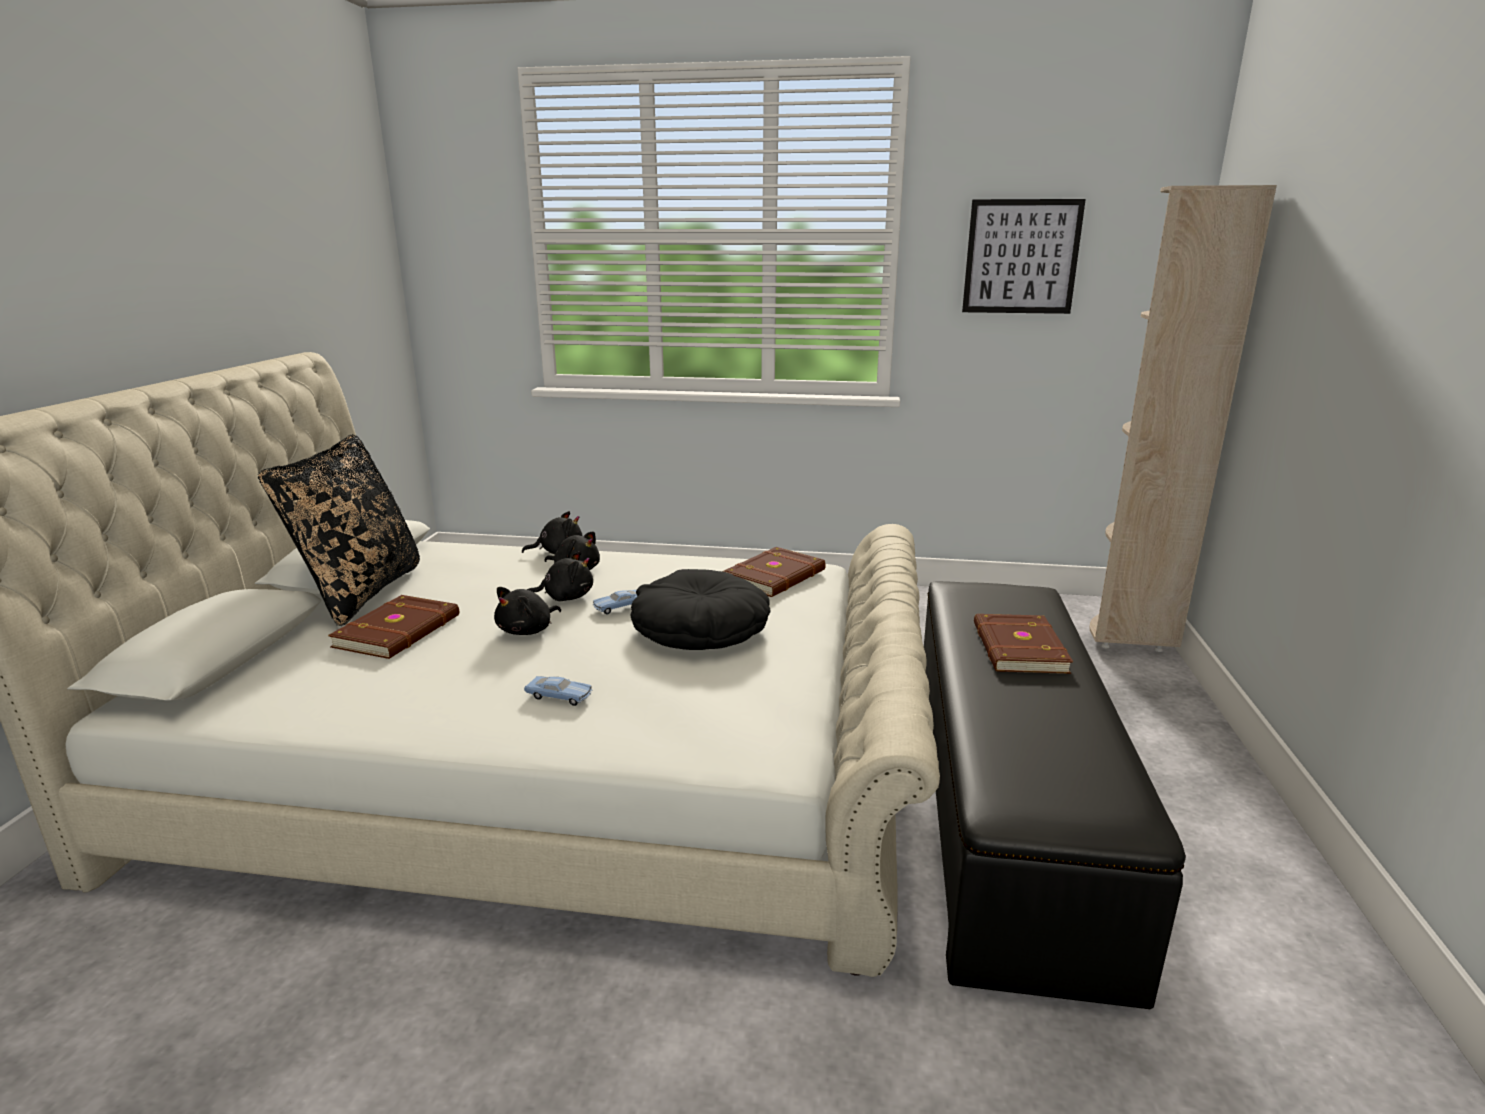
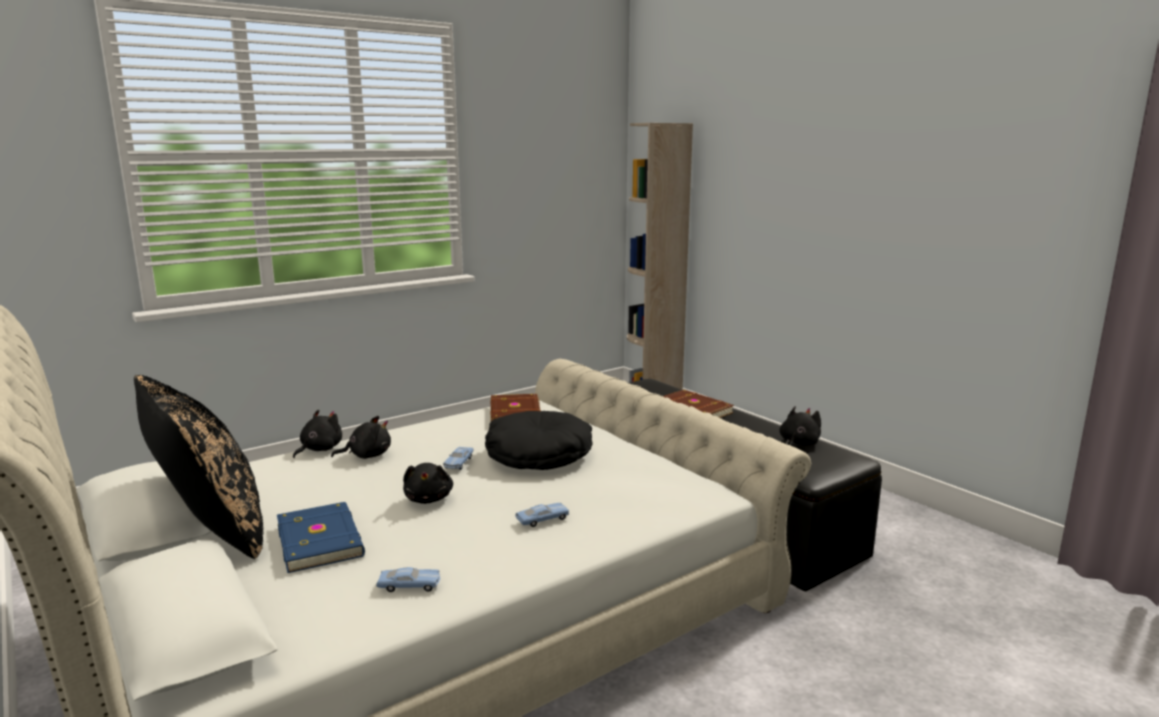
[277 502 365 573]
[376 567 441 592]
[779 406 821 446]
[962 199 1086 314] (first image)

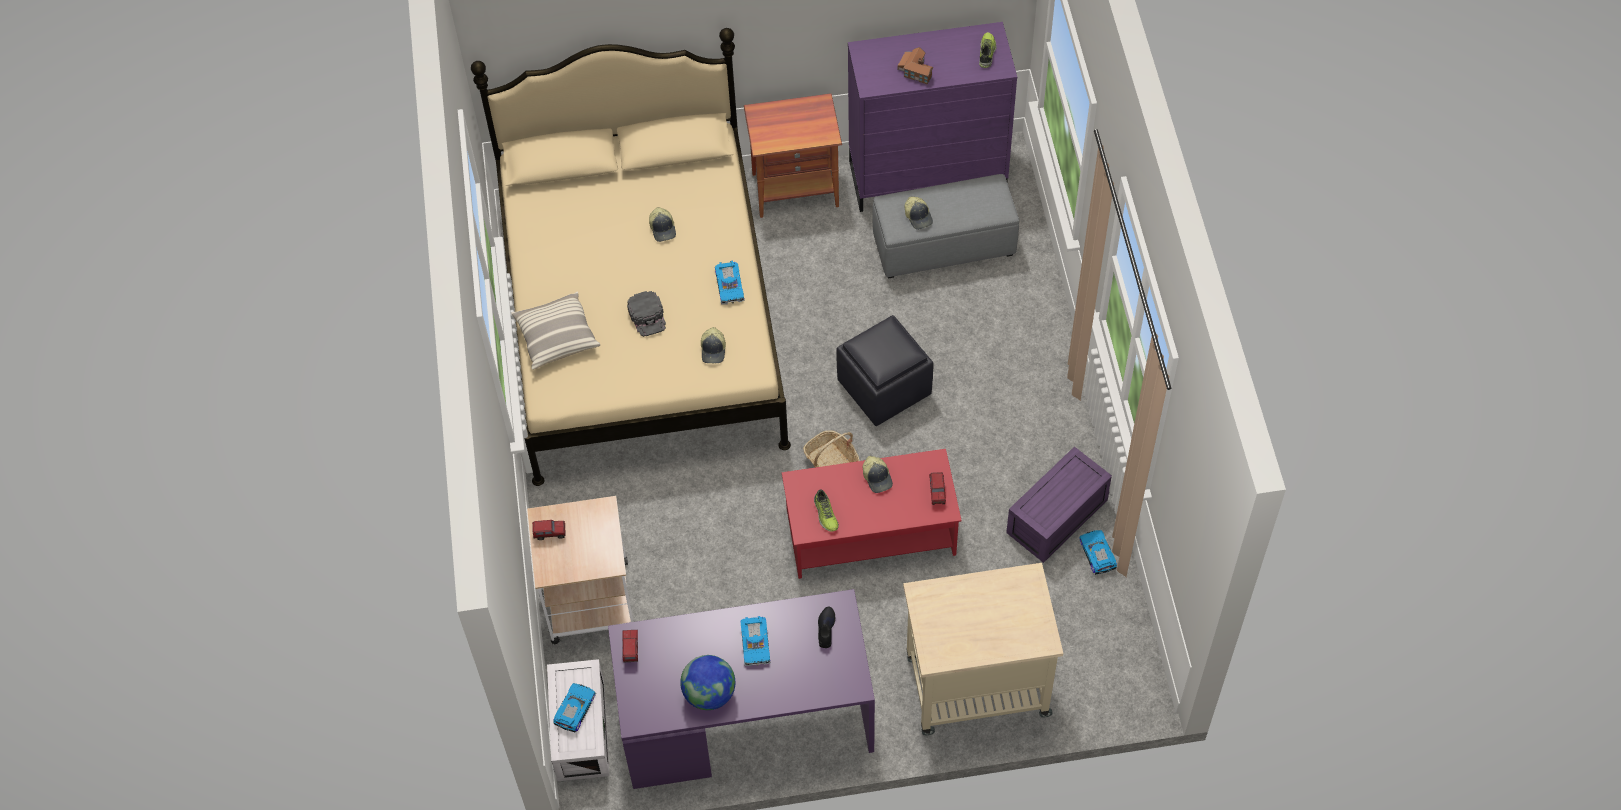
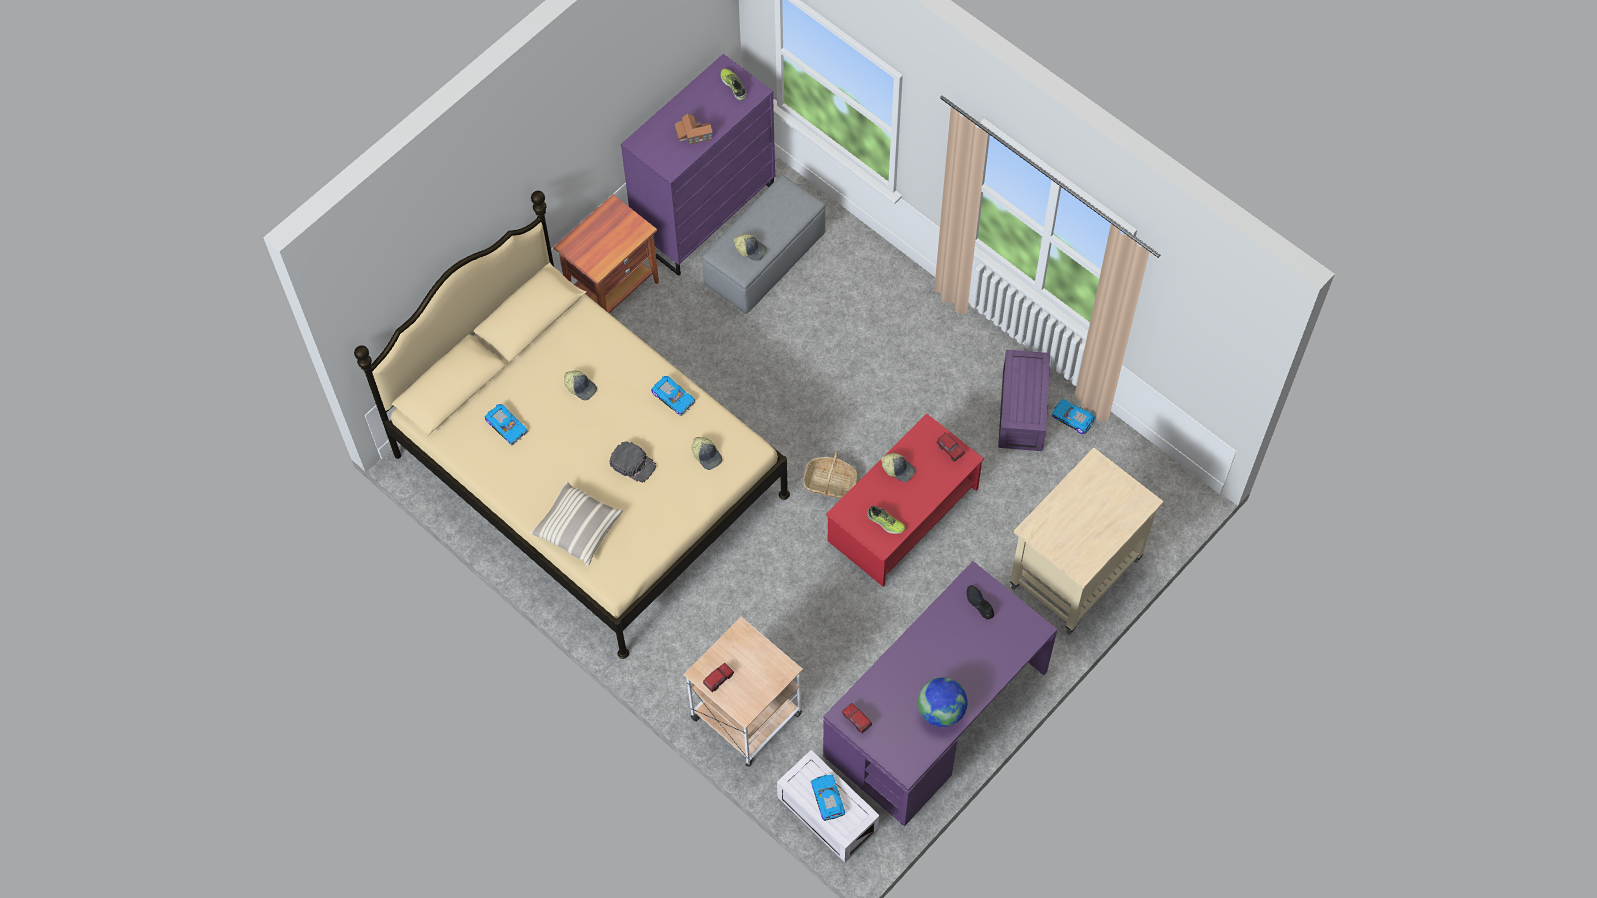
[485 404 528 446]
[836 315 933 426] (first image)

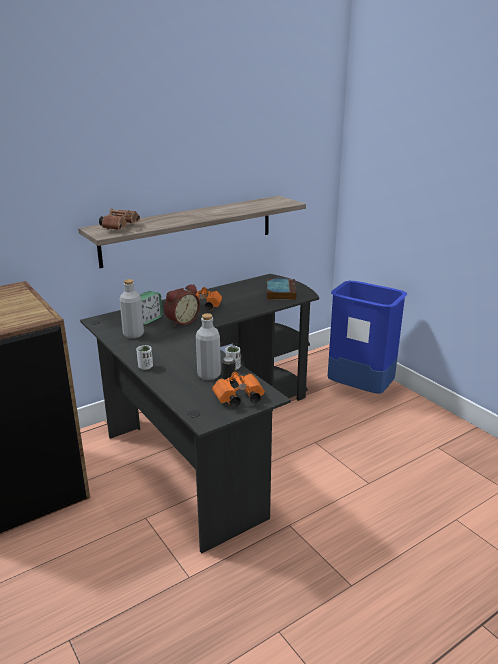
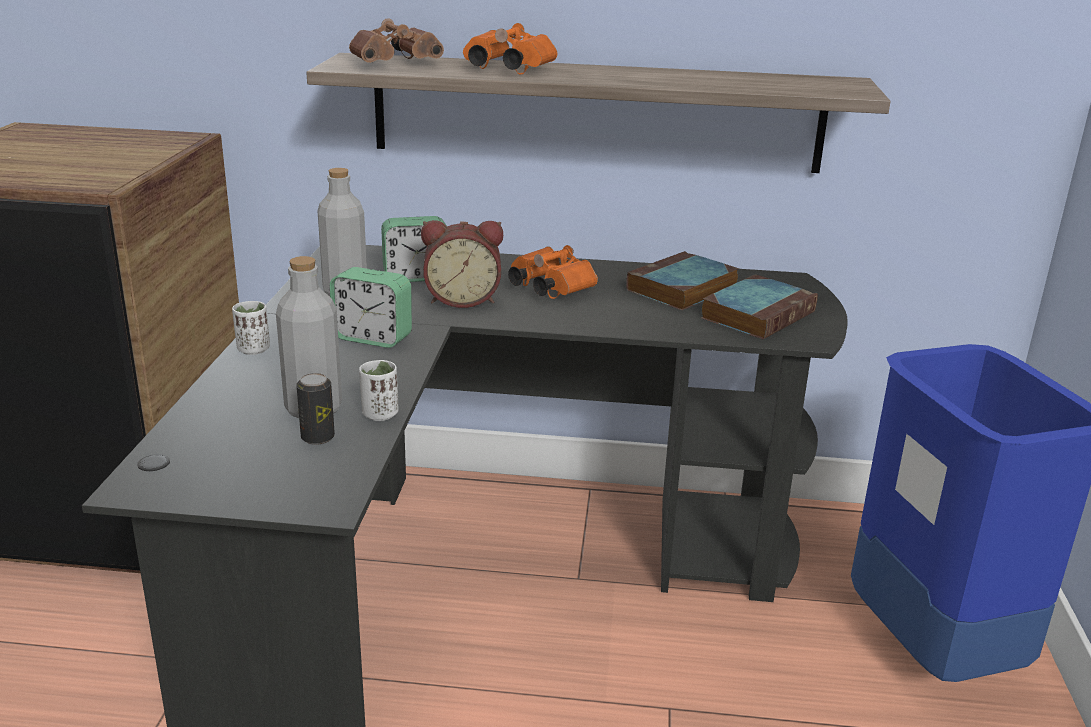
[330 267 412 348]
[463 23 557 74]
[626 251 739 310]

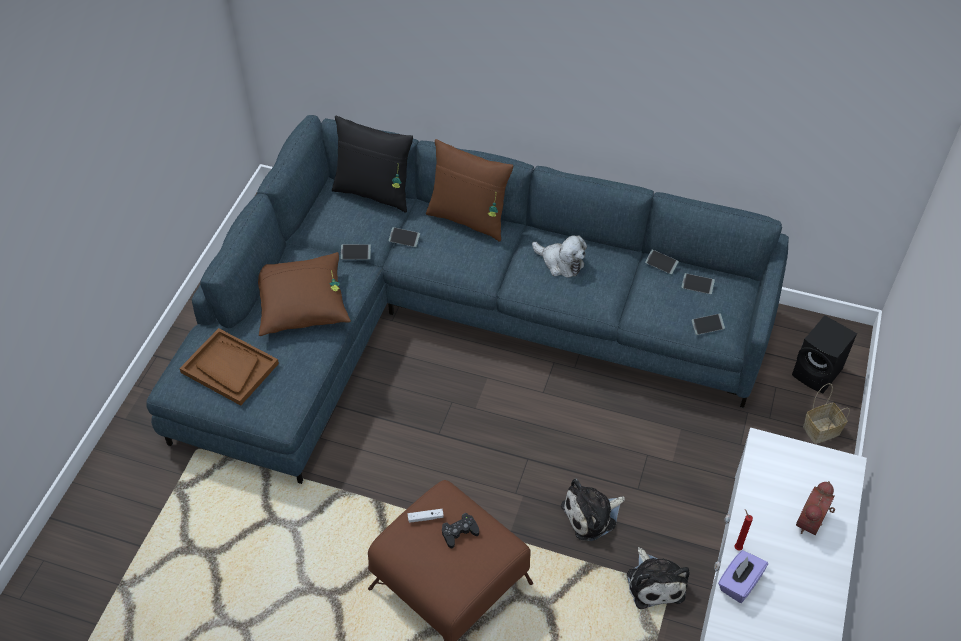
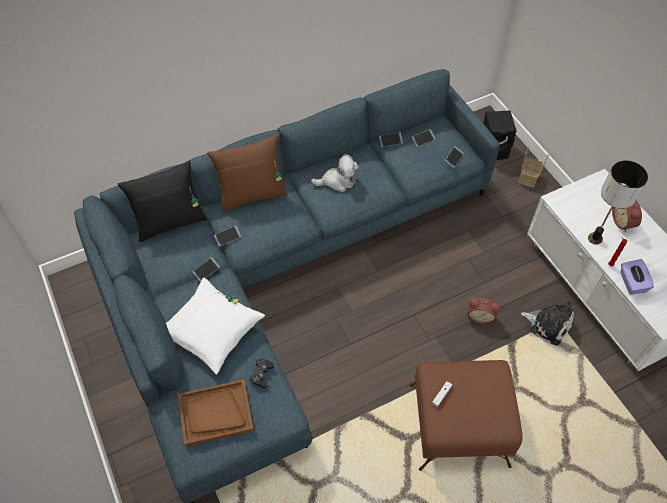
[166 278 265 375]
[249 359 274 388]
[467 298 500 325]
[588 161 648 244]

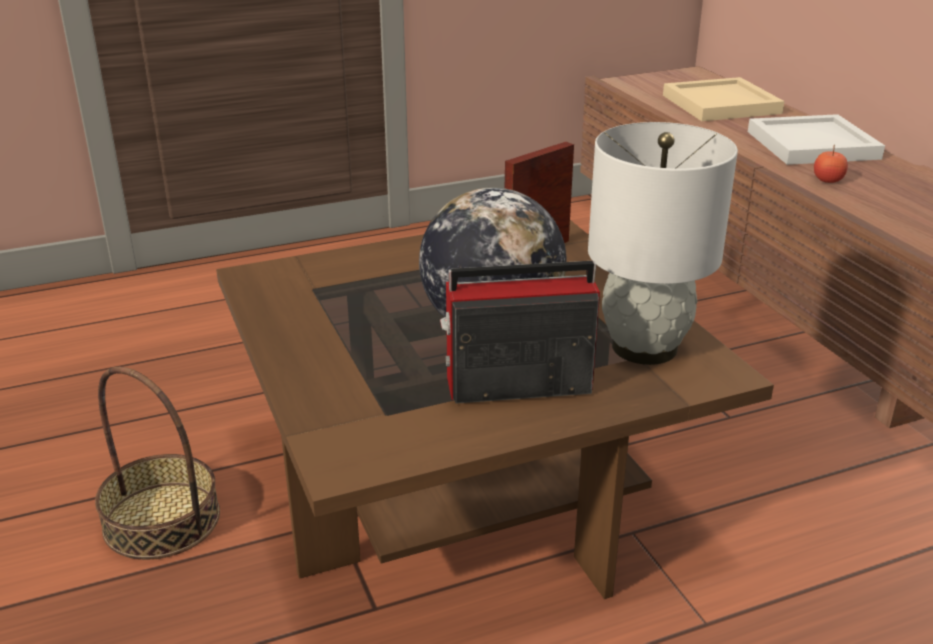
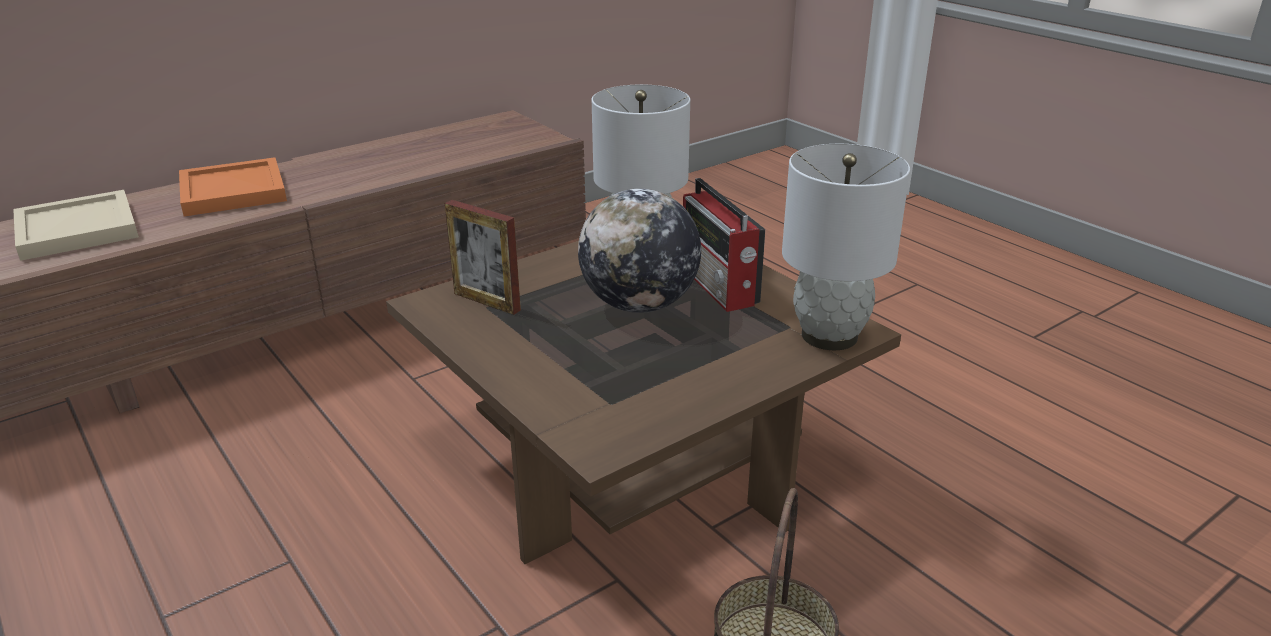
[179 157 287 216]
[782 144 910 350]
[814 145 848 183] (first image)

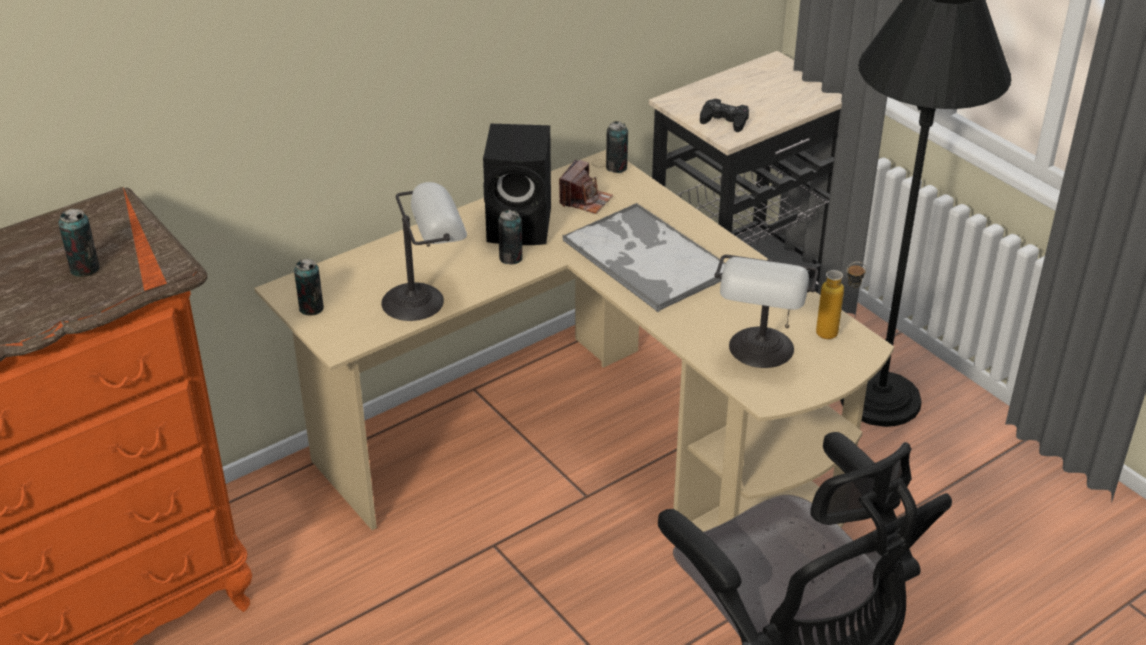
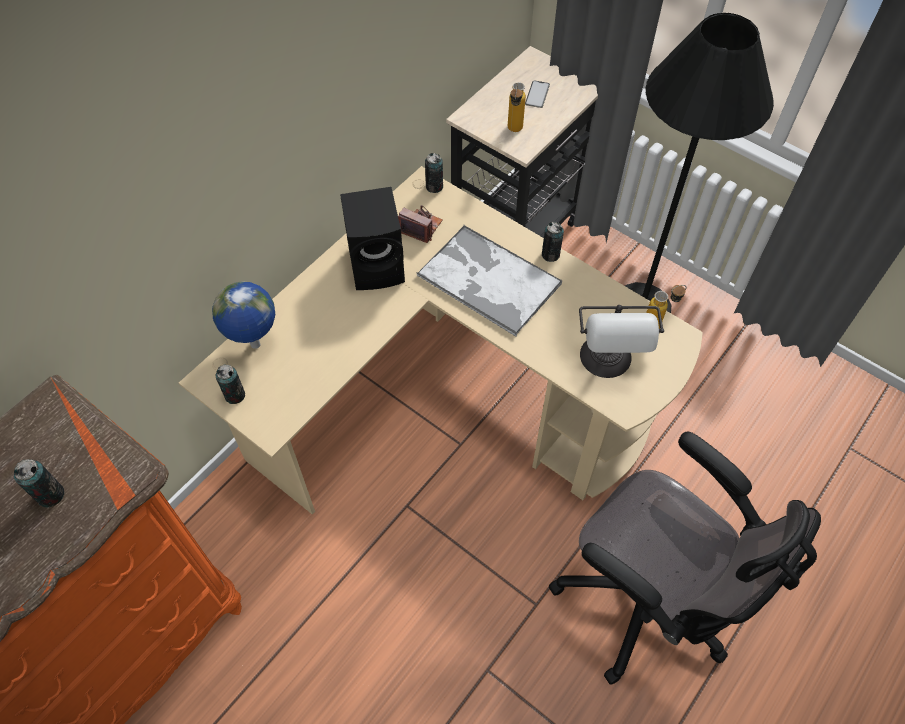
[212 281 275 349]
[398 205 442 243]
[508 82 526 132]
[525 80 550 108]
[542 222 564 262]
[381 182 467 321] (first image)

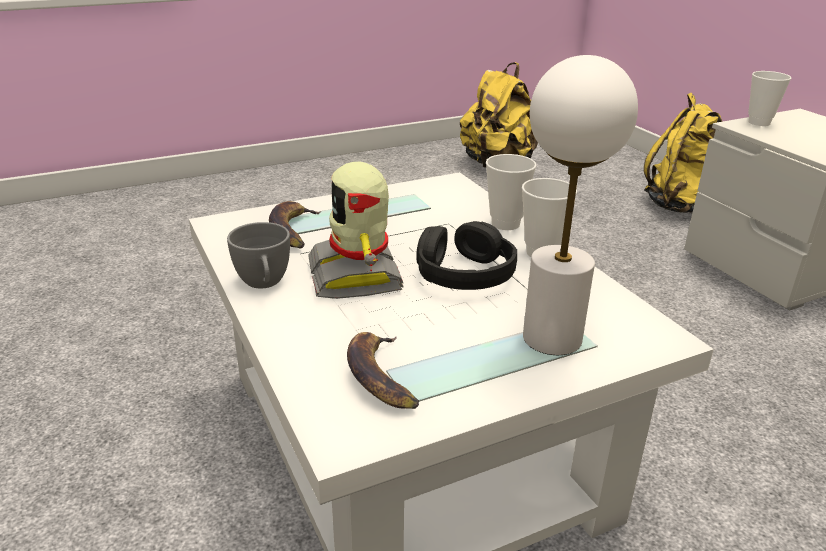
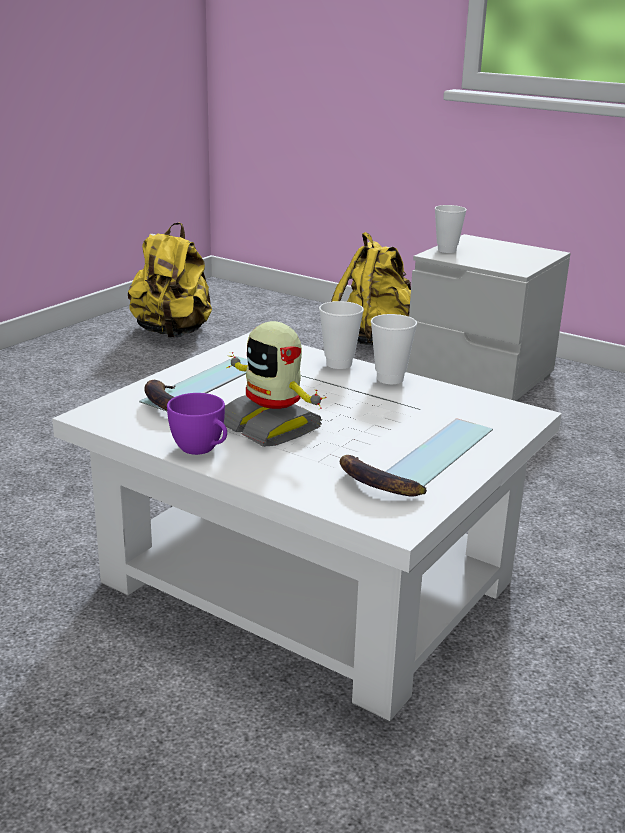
[167 393 227 455]
[416 221 517 290] (first image)
[523 55 638 355] (first image)

